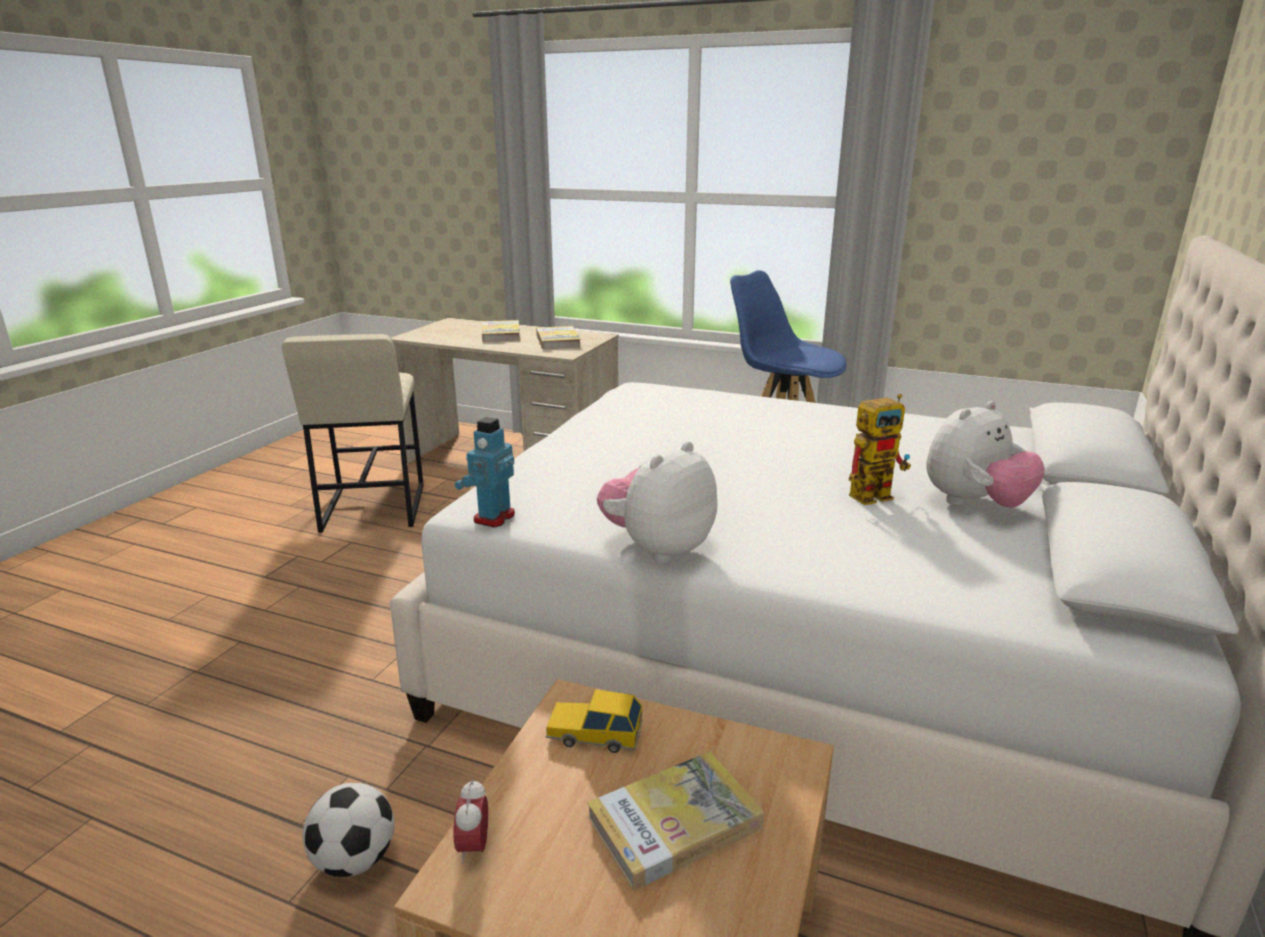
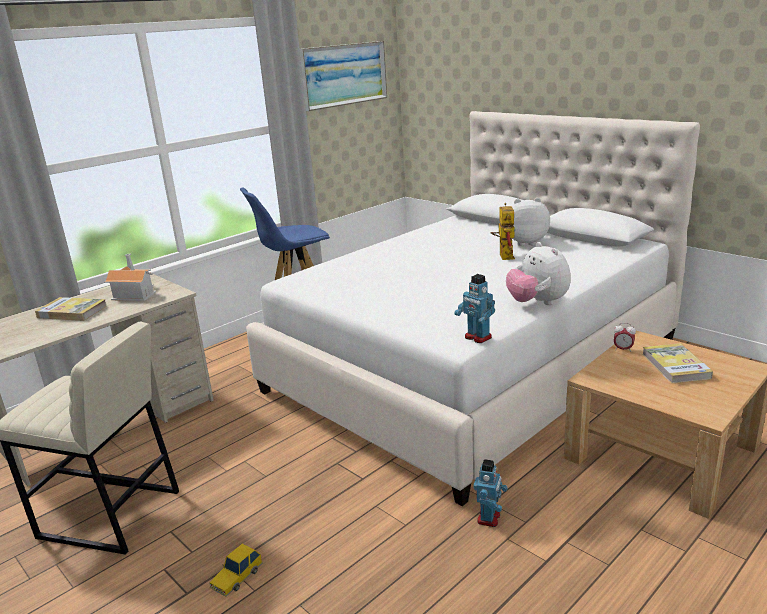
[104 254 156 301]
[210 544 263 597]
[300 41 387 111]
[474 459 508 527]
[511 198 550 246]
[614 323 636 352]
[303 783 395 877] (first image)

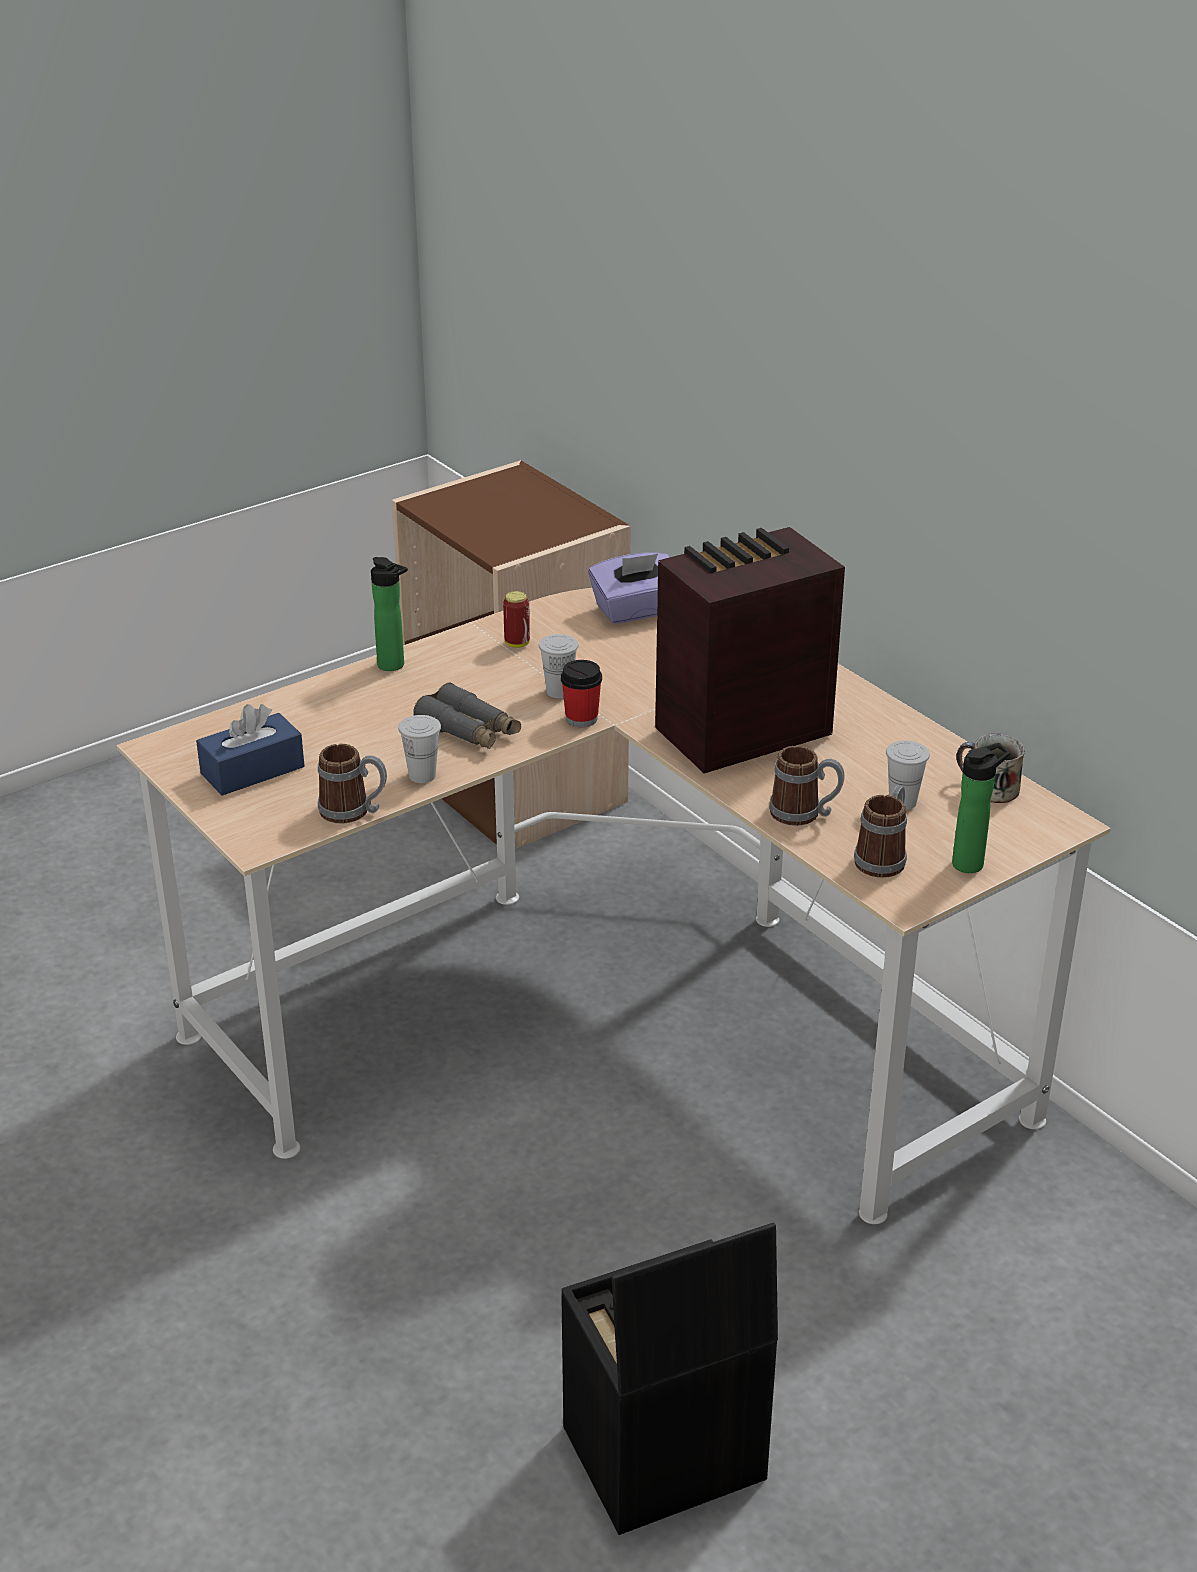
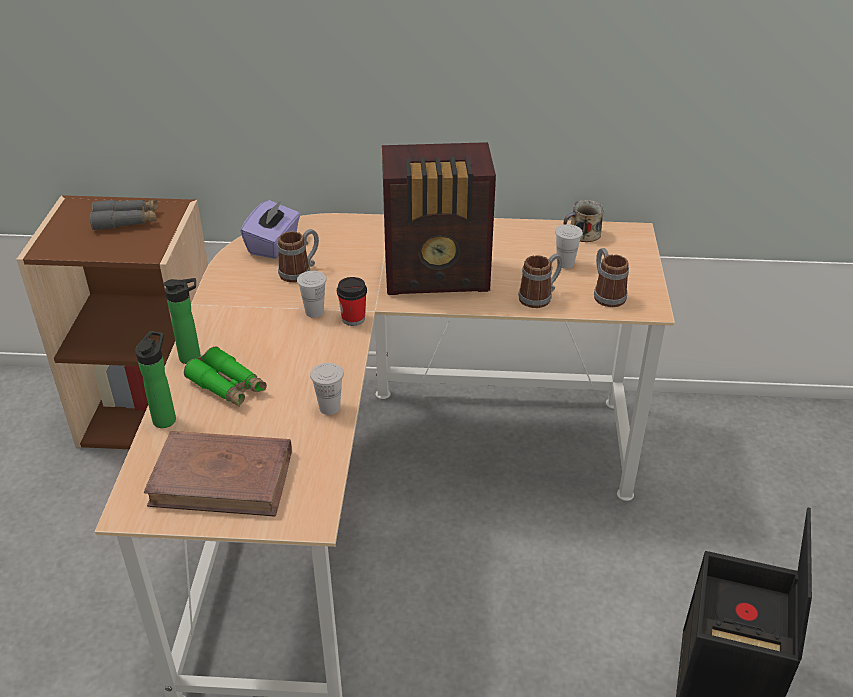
[90 200 158 230]
[135 331 176 428]
[144 431 292 517]
[184 347 267 407]
[278 229 319 282]
[382 142 496 295]
[503 591 530 648] (first image)

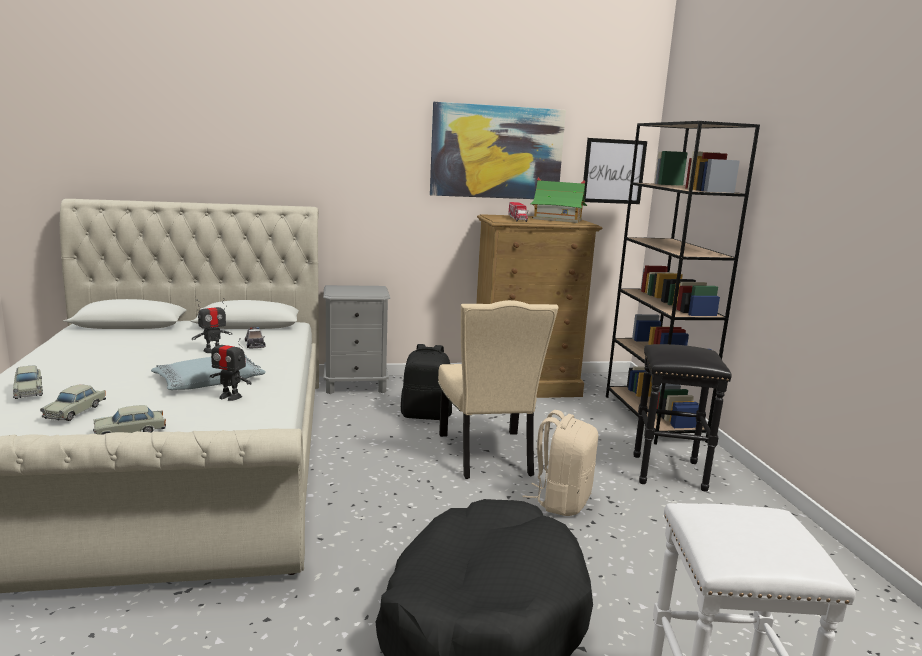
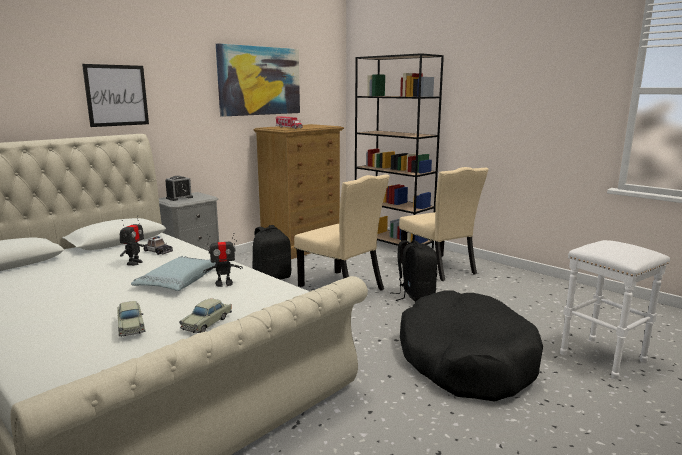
[82 64 149 127]
[165 176 193 201]
[390 240 437 302]
[399 167 489 281]
[13 366 43 399] (first image)
[530 177 587 223] (first image)

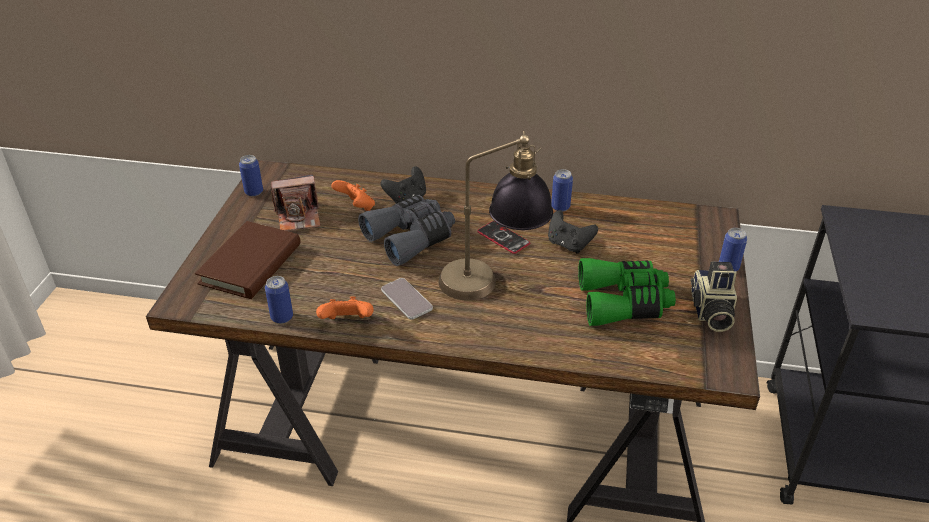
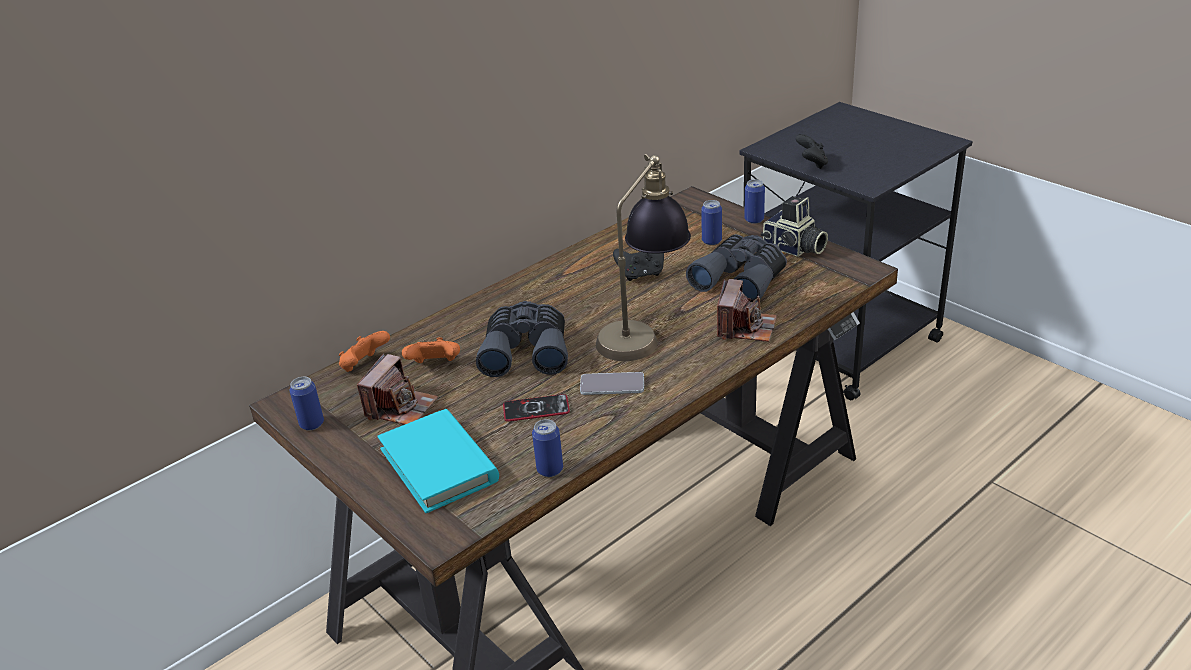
[339 331 390 372]
[377 409 499 513]
[503 394 570 422]
[686 234 787 302]
[701 200 722 245]
[717 279 777 342]
[796 134 828 169]

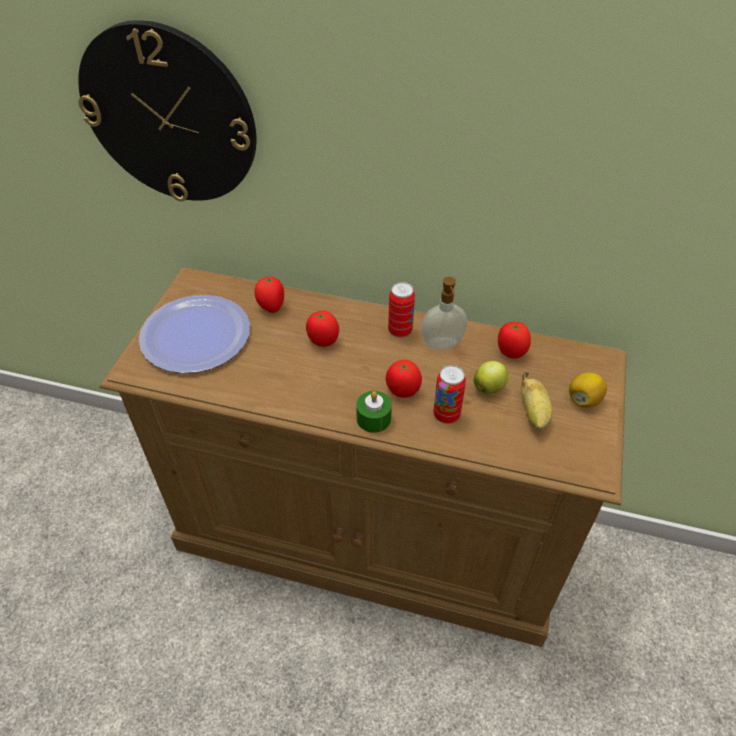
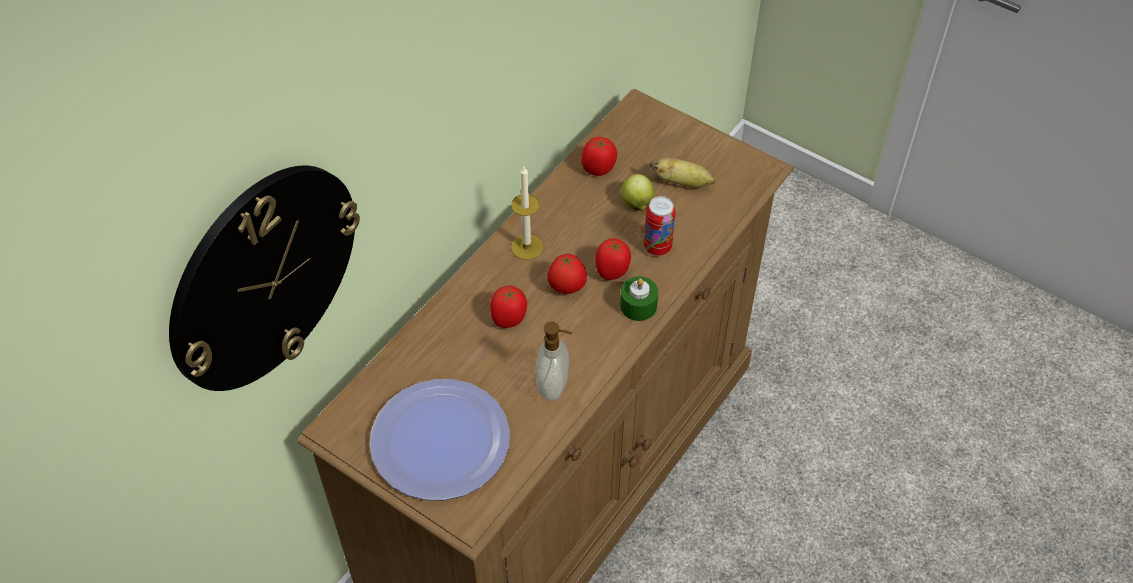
[511 167 543 260]
[535 322 572 401]
[547 253 587 294]
[569 373 607 408] (first image)

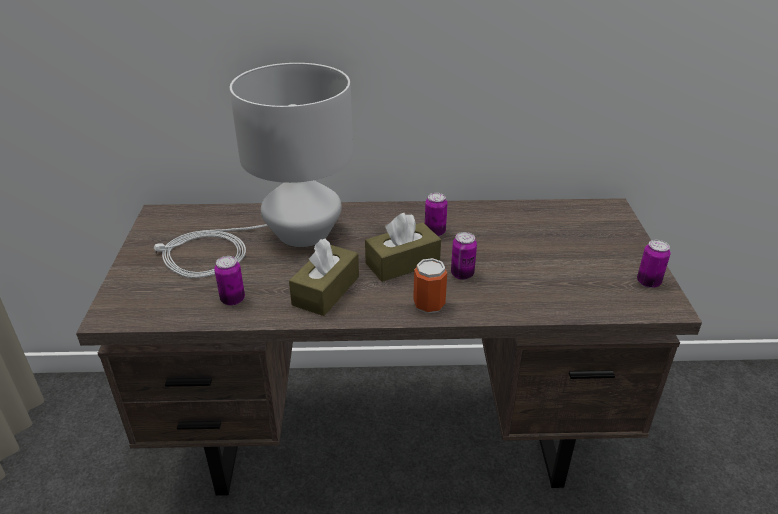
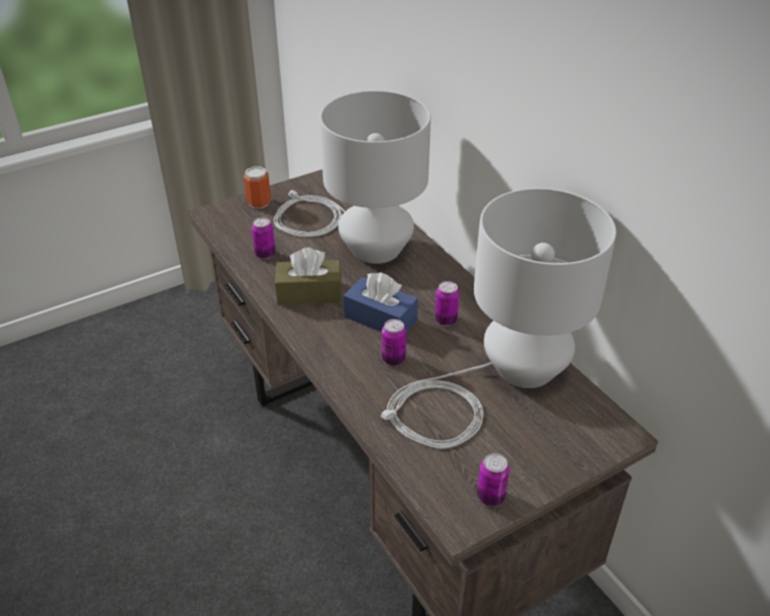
[244 166 271 208]
[343 272 418 332]
[381 188 616 449]

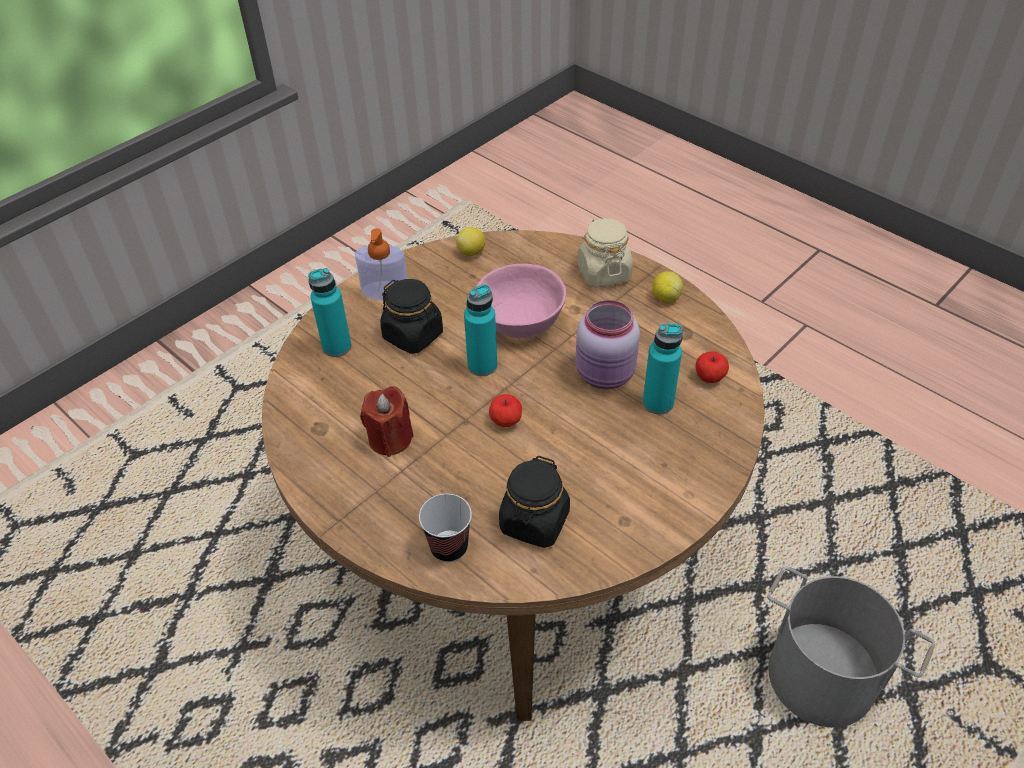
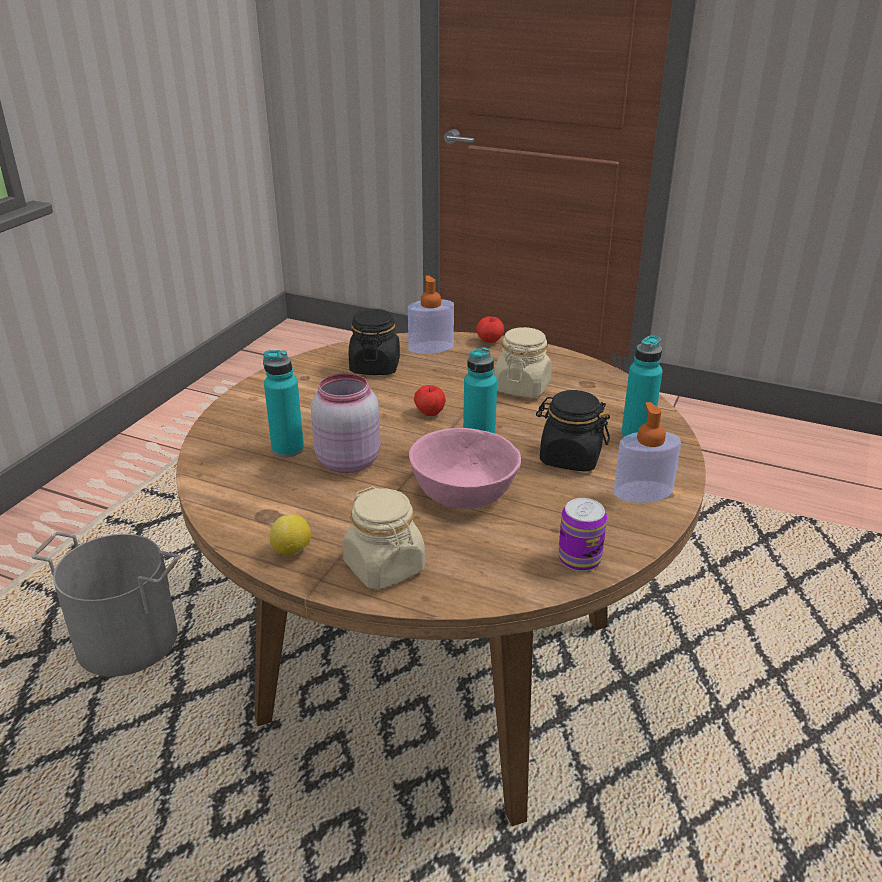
[408 275 454 354]
[476 316 504 343]
[494 327 552 398]
[558 498 607 571]

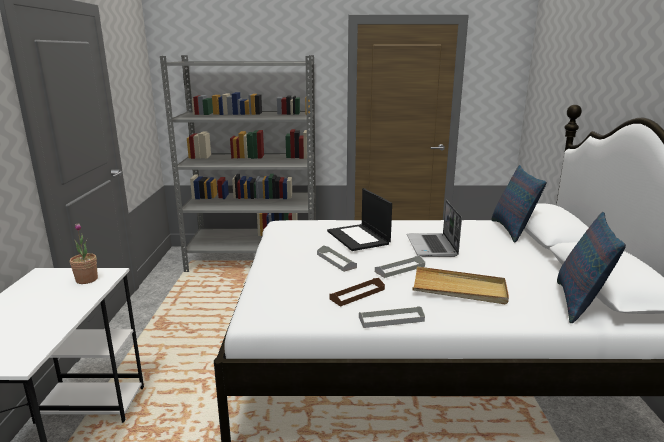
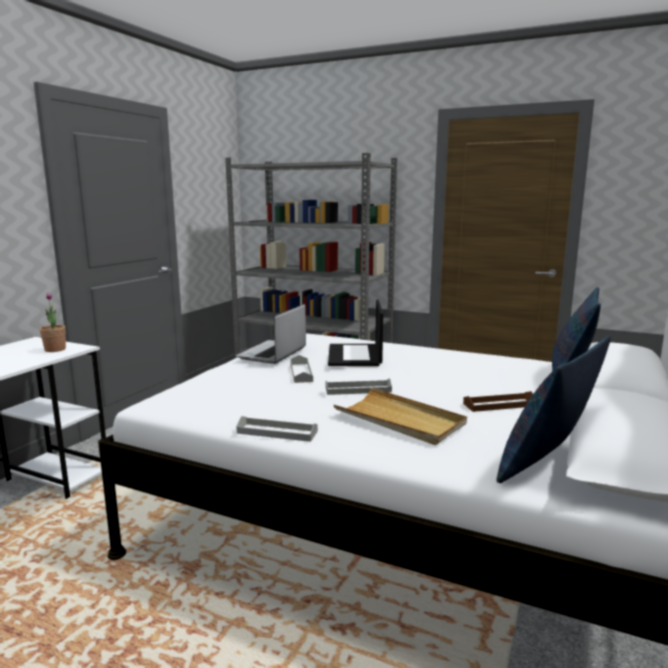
[236 304 306 364]
[463 391 533 412]

